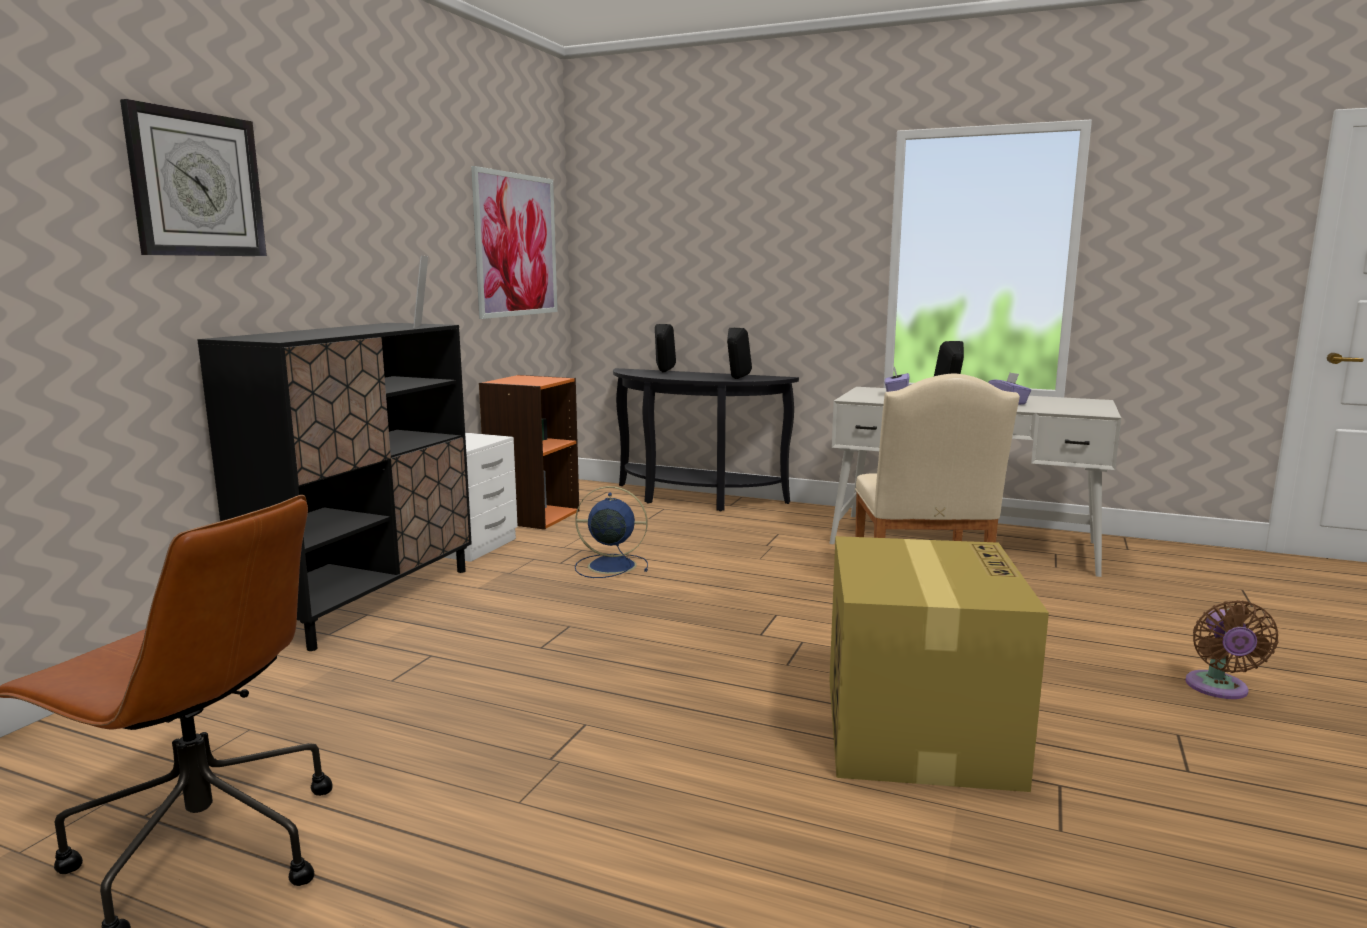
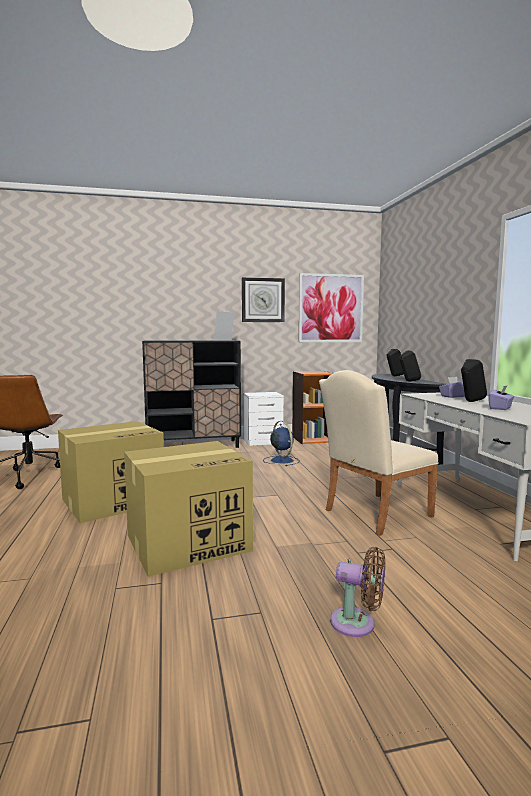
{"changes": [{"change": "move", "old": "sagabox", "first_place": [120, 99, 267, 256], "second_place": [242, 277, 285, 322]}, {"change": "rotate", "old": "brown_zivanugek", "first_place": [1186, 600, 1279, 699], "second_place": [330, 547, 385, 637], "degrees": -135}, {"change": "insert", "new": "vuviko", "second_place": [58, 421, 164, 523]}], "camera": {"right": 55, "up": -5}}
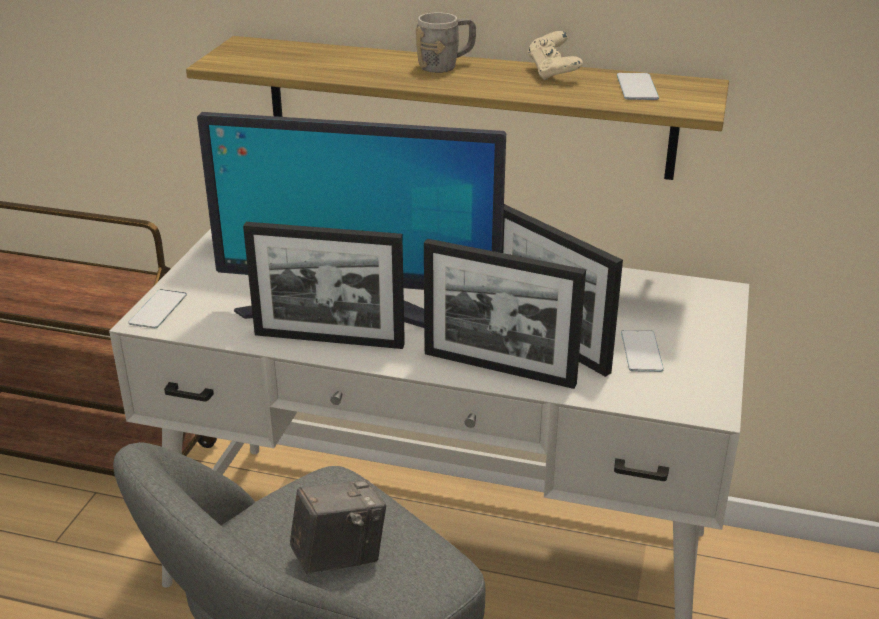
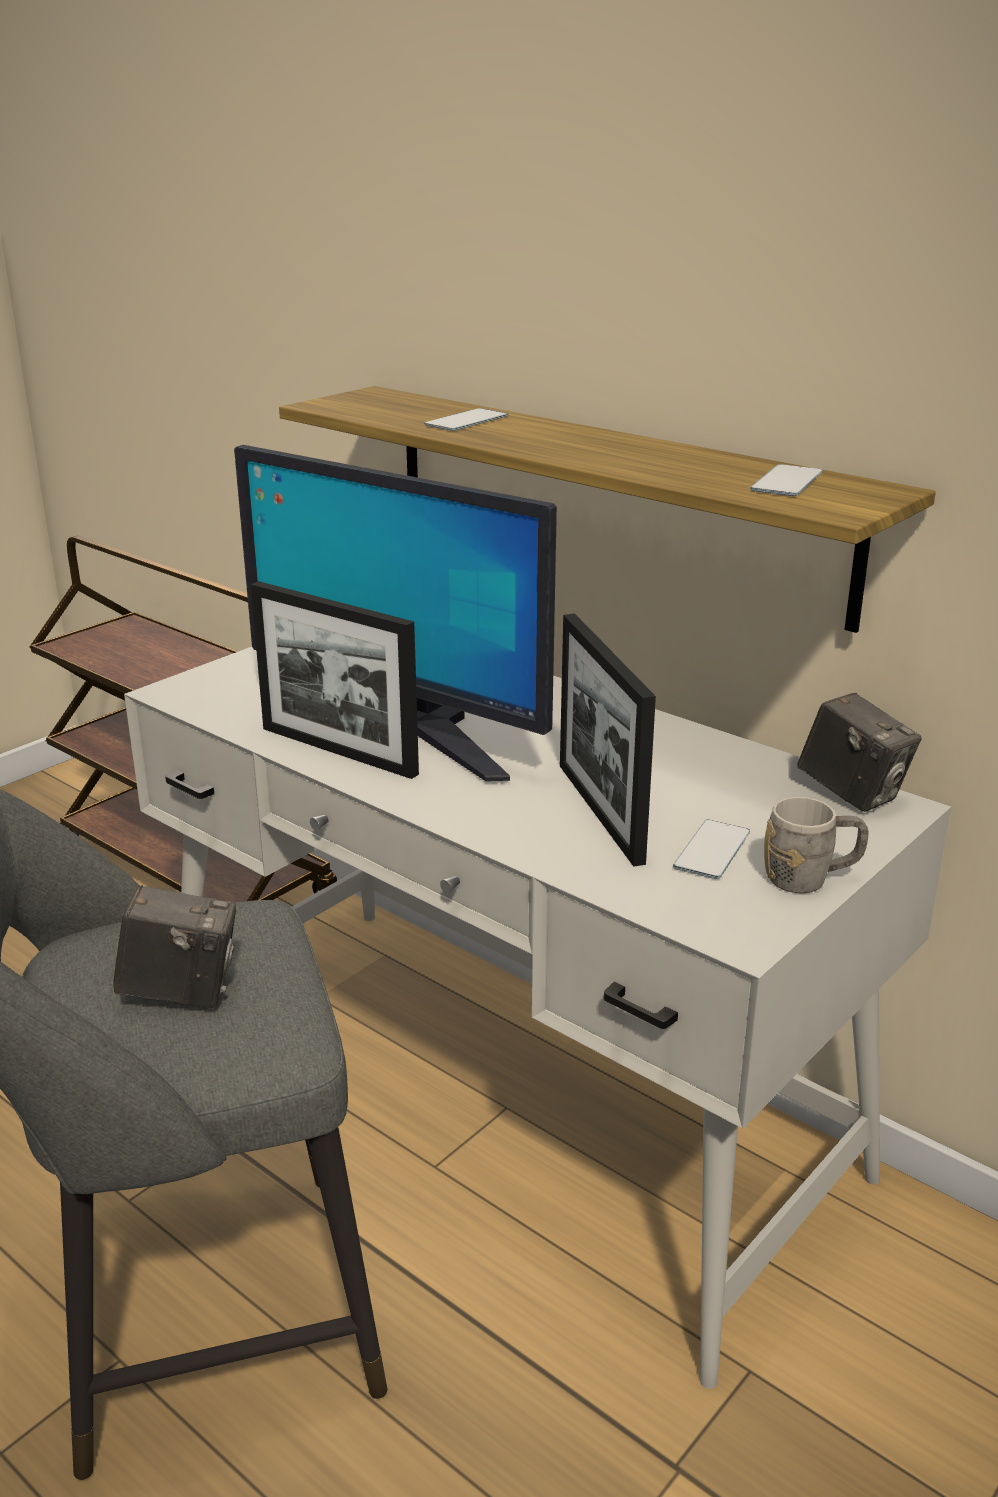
{"changes": [{"change": "move", "old": "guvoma", "first_place": [128, 289, 187, 328], "second_place": [424, 408, 509, 431]}, {"change": "move", "old": "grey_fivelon", "first_place": [416, 12, 476, 73], "second_place": [764, 797, 869, 893]}, {"change": "delete", "old": "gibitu", "first_place": [424, 239, 586, 389]}, {"change": "delete", "old": "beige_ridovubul", "first_place": [528, 31, 583, 80]}, {"change": "insert", "new": "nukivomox", "second_place": [797, 693, 922, 812]}], "camera": {"right": 25, "up": -5}}
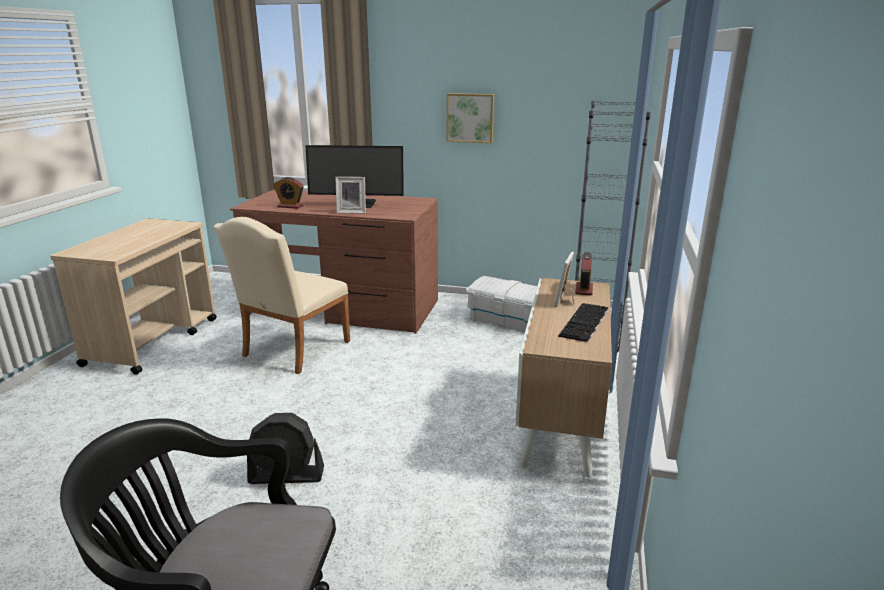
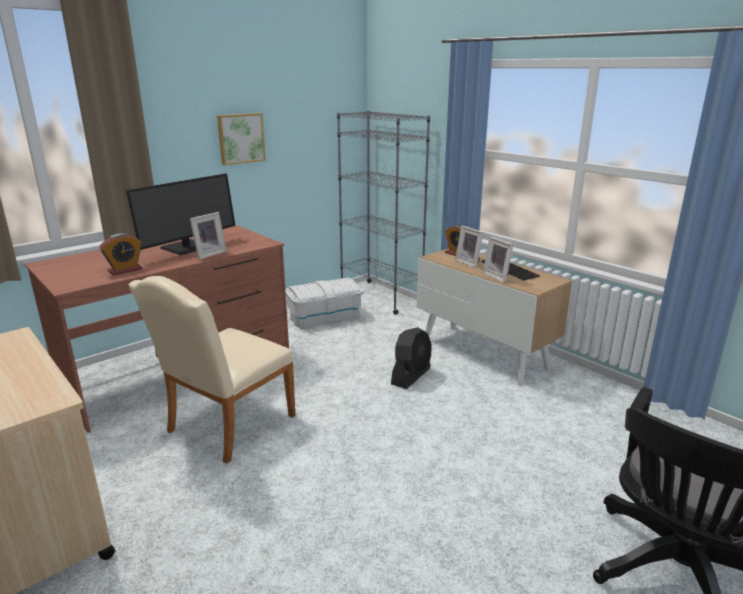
{"changes": [{"change": "rotate", "old": "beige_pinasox", "first_place": [213, 217, 350, 374], "second_place": [128, 276, 295, 464], "degrees": 60}, {"change": "move", "old": "black_zivanugek", "first_place": [247, 413, 324, 484], "second_place": [391, 327, 431, 389]}, {"change": "insert", "new": "gibitu", "second_place": [483, 237, 514, 283]}], "camera": {"right": -55, "up": 0}}
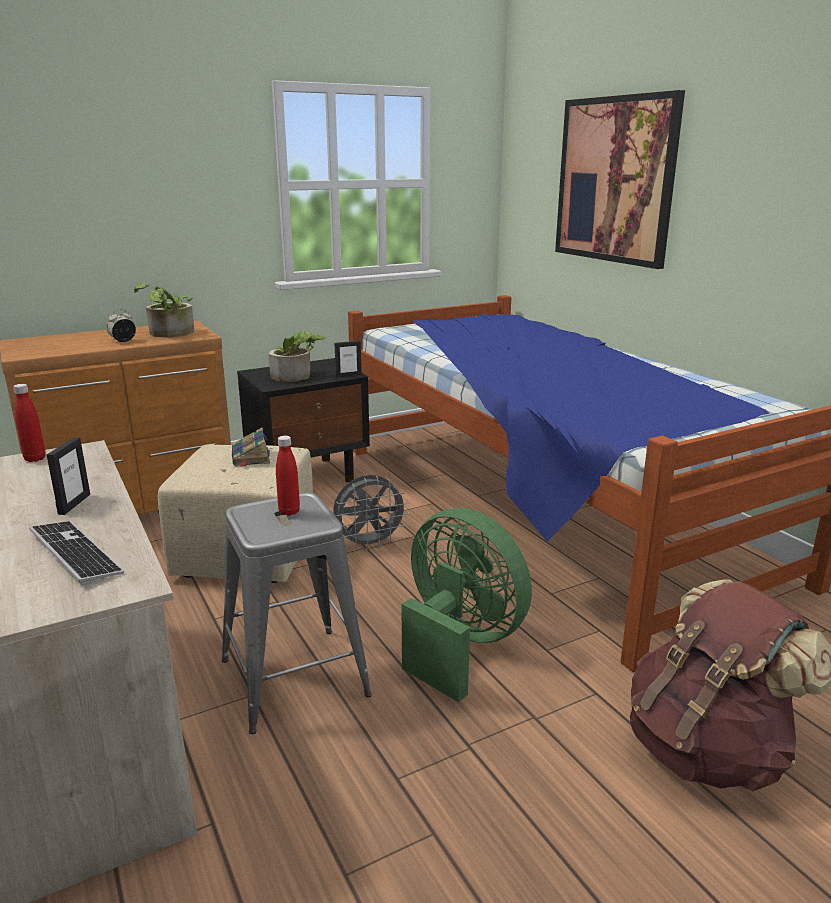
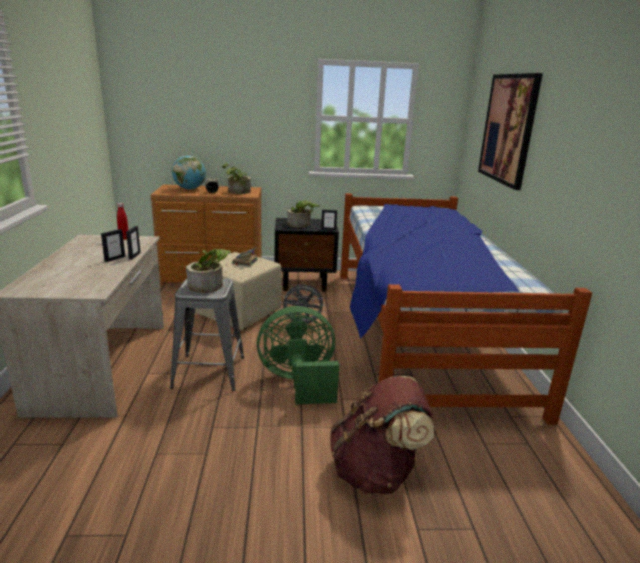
{"changes": [{"change": "delete", "old": "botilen", "first_place": [29, 521, 124, 585]}, {"change": "replace", "old": "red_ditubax", "new": "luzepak", "first_place": [276, 436, 300, 516], "second_place": [186, 249, 231, 293]}, {"change": "rotate", "old": "green_zivanugek", "first_place": [401, 508, 532, 702], "second_place": [257, 306, 339, 404], "degrees": -75}, {"change": "insert", "new": "gibitu", "second_place": [126, 226, 141, 260]}, {"change": "insert", "new": "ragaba", "second_place": [172, 155, 206, 190]}], "camera": {"right": 25, "up": 0}}
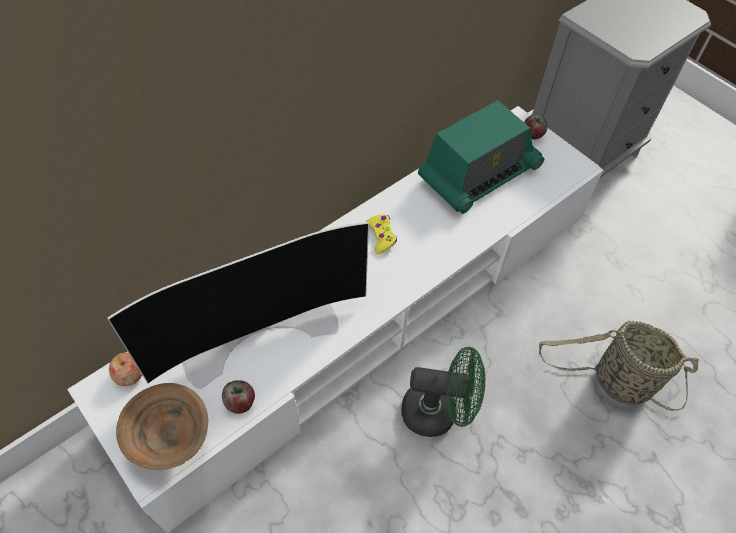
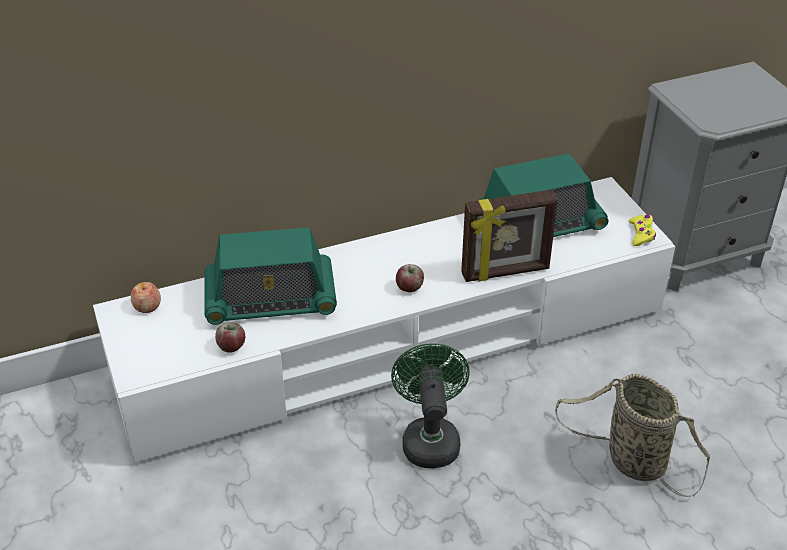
{"changes": [{"change": "replace", "old": "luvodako", "new": "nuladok", "first_place": [108, 222, 369, 389], "second_place": [204, 227, 337, 325]}, {"change": "delete", "old": "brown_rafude", "first_place": [116, 383, 208, 470]}, {"change": "move", "old": "yellow_ridovubul", "first_place": [366, 214, 397, 254], "second_place": [628, 215, 656, 246]}, {"change": "rotate", "old": "green_zivanugek", "first_place": [402, 347, 485, 437], "second_place": [391, 343, 470, 468], "degrees": -120}, {"change": "move", "old": "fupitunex", "first_place": [524, 115, 548, 139], "second_place": [396, 264, 424, 292]}, {"change": "insert", "new": "gibitu", "second_place": [461, 190, 558, 282]}], "camera": {"right": 20, "up": -15}}
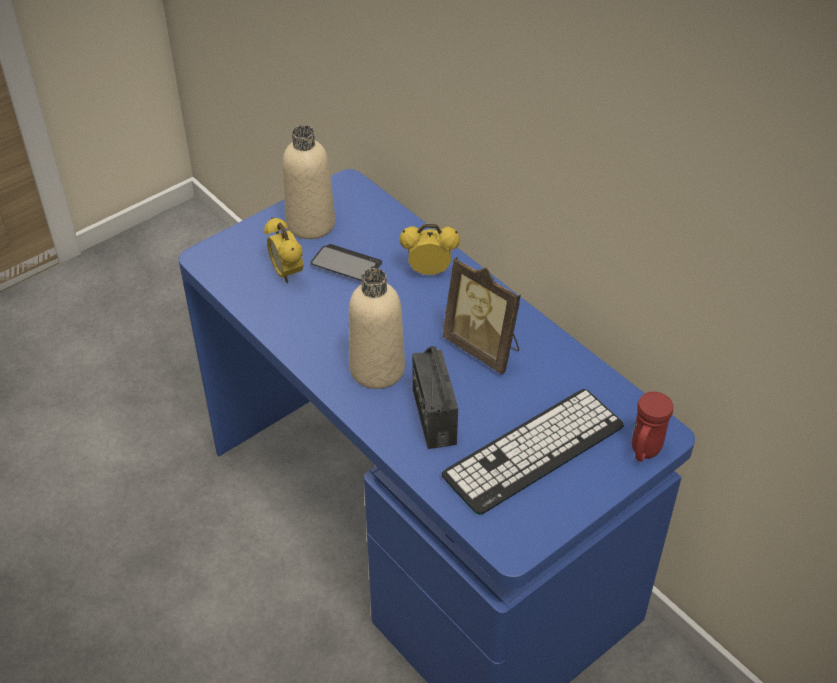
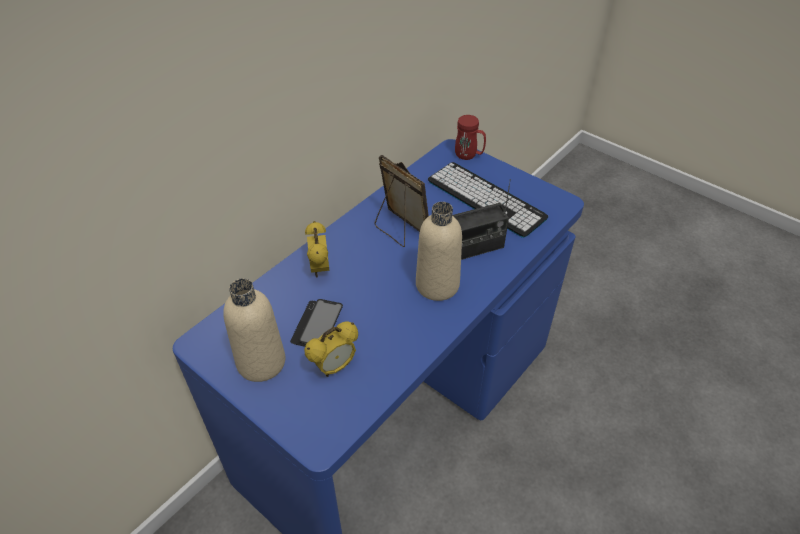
{"changes": [{"change": "rotate", "old": "gibitu", "first_place": [442, 257, 521, 374], "second_place": [374, 155, 429, 247], "degrees": -75}], "camera": {"right": -100, "up": 0}}
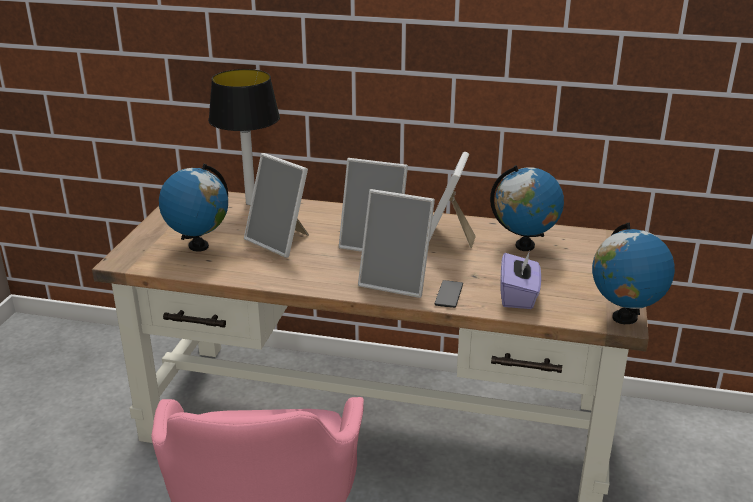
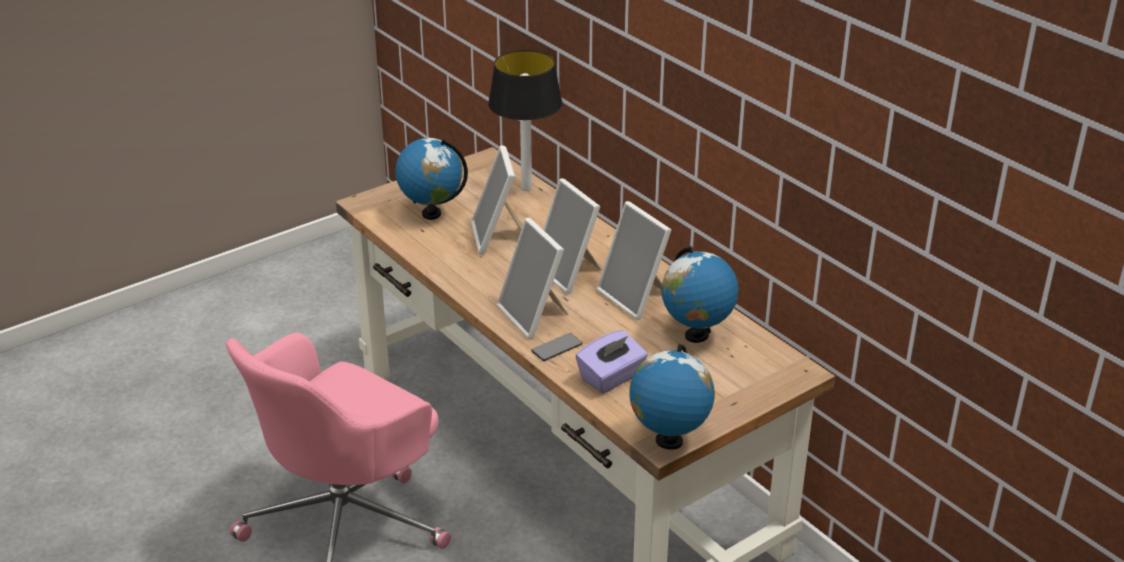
{"changes": [{"change": "rotate", "old": "gibitu", "first_place": [429, 152, 476, 249], "second_place": [597, 201, 672, 320], "degrees": -90}], "camera": {"right": 40, "up": 5}}
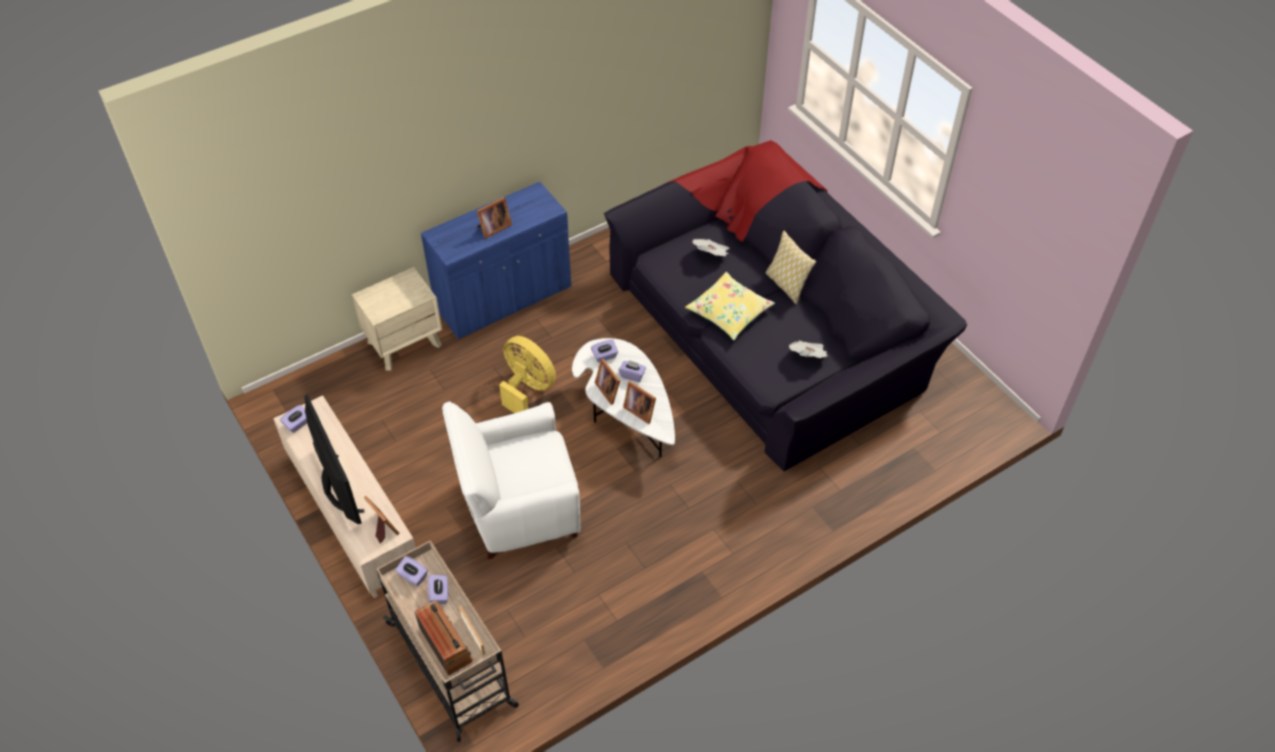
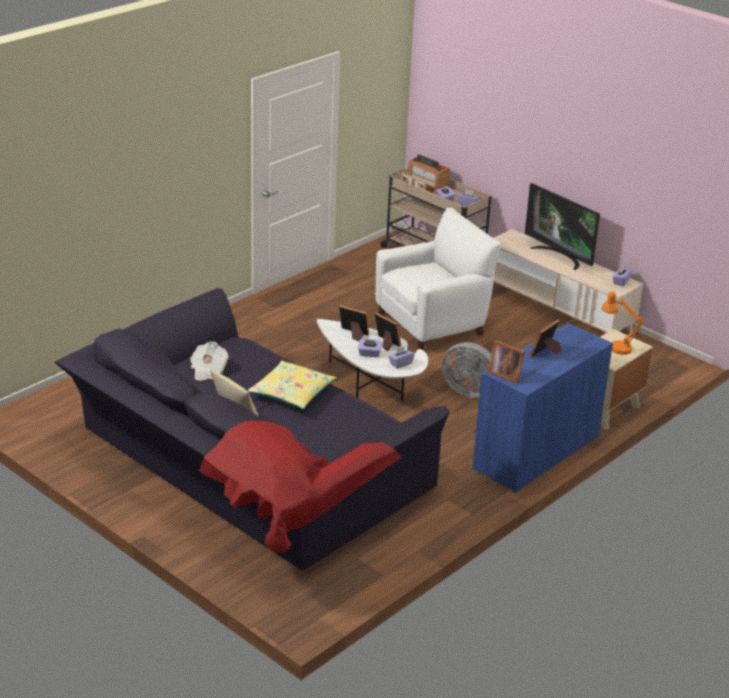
{"changes": [{"change": "move", "old": "gibitu", "first_place": [364, 496, 399, 544], "second_place": [487, 341, 525, 384]}, {"change": "recolor", "old": "yellow_zivanugek", "new": "grey_zivanugek", "first_place": [499, 336, 556, 413], "second_place": [442, 342, 491, 398]}, {"change": "delete", "old": "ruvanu", "first_place": [692, 239, 729, 256]}, {"change": "insert", "new": "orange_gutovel", "second_place": [602, 292, 644, 355]}], "camera": {"right": 165, "up": -20}}
